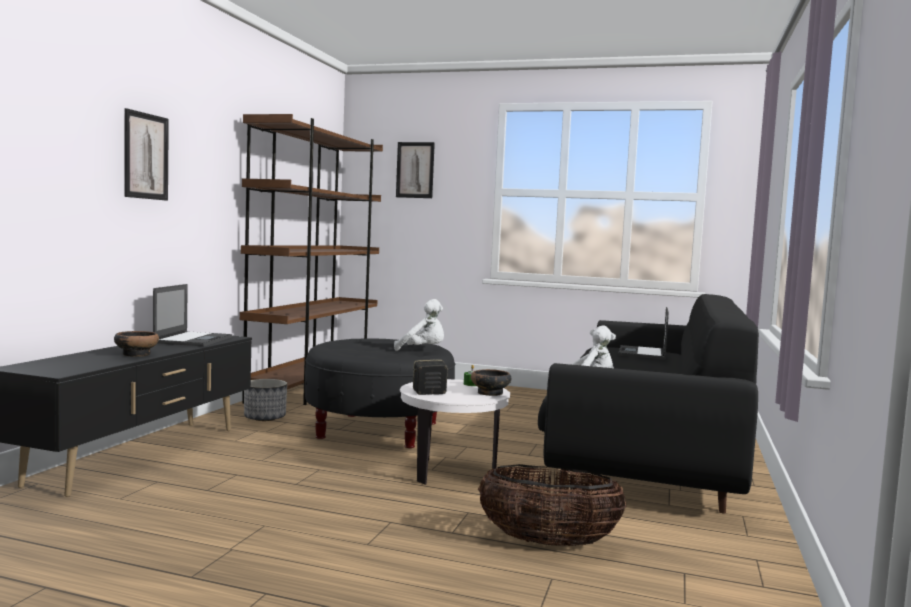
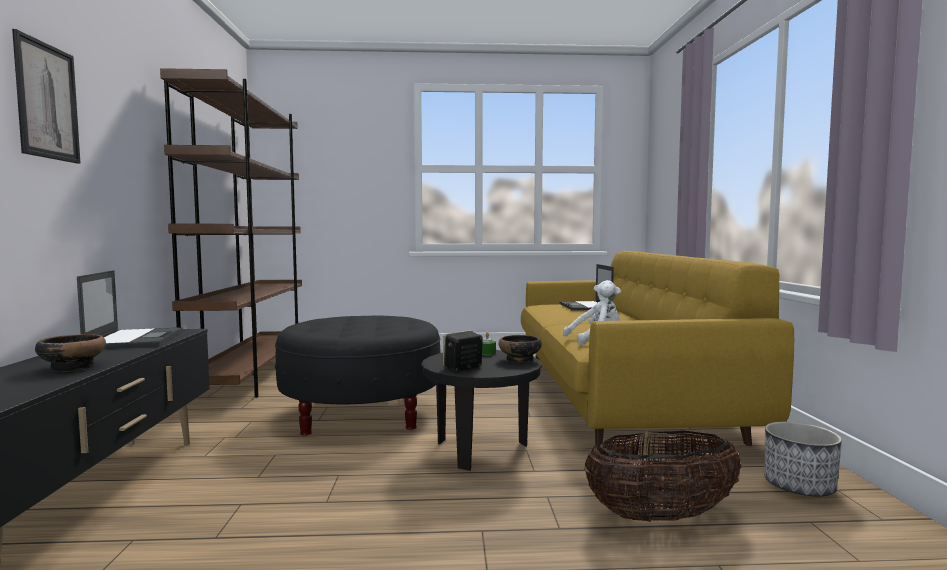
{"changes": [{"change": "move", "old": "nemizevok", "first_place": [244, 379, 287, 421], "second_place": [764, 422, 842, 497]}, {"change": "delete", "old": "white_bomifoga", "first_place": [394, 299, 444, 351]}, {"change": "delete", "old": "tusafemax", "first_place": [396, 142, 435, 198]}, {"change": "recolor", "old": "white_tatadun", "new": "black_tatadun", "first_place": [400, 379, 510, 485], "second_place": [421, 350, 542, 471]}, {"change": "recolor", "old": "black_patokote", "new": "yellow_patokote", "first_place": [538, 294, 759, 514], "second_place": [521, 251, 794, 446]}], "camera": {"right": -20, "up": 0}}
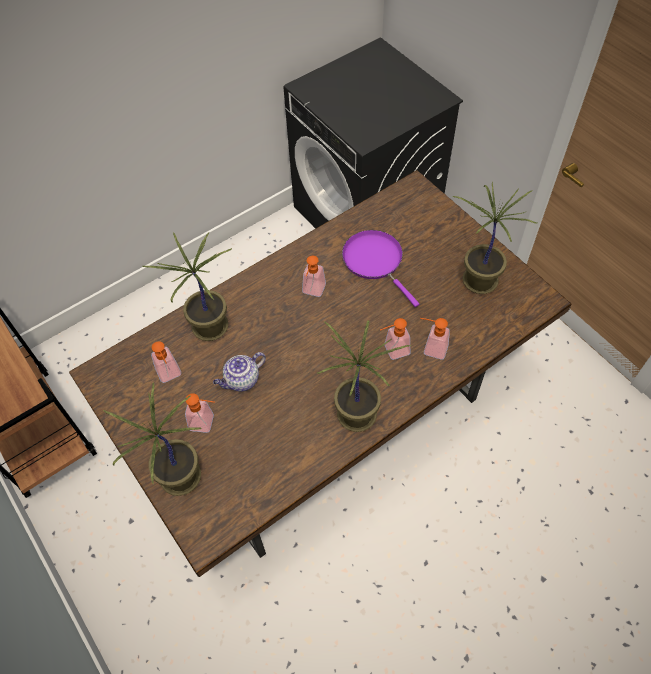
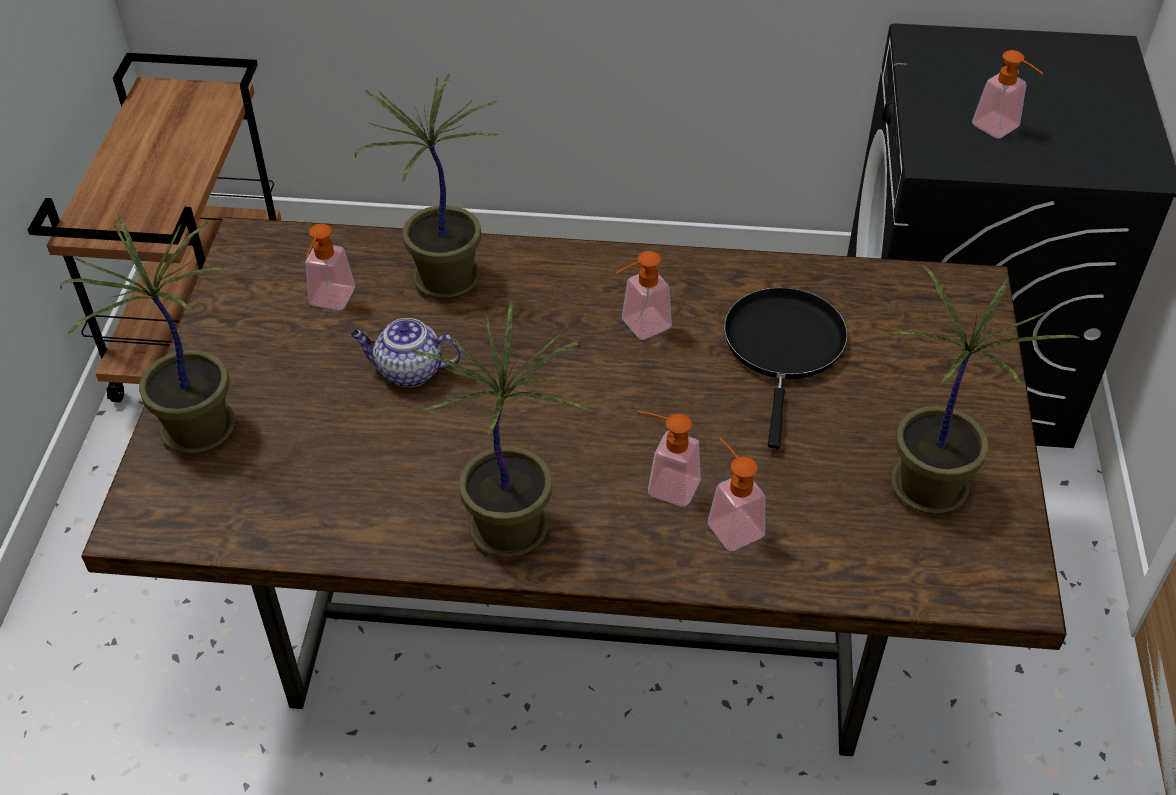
{"changes": [{"change": "move", "old": "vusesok", "first_place": [185, 393, 215, 433], "second_place": [972, 50, 1043, 139]}, {"change": "recolor", "old": "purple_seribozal", "new": "black_seribozal", "first_place": [342, 230, 419, 307], "second_place": [724, 287, 848, 449]}], "camera": {"right": 40, "up": -10}}
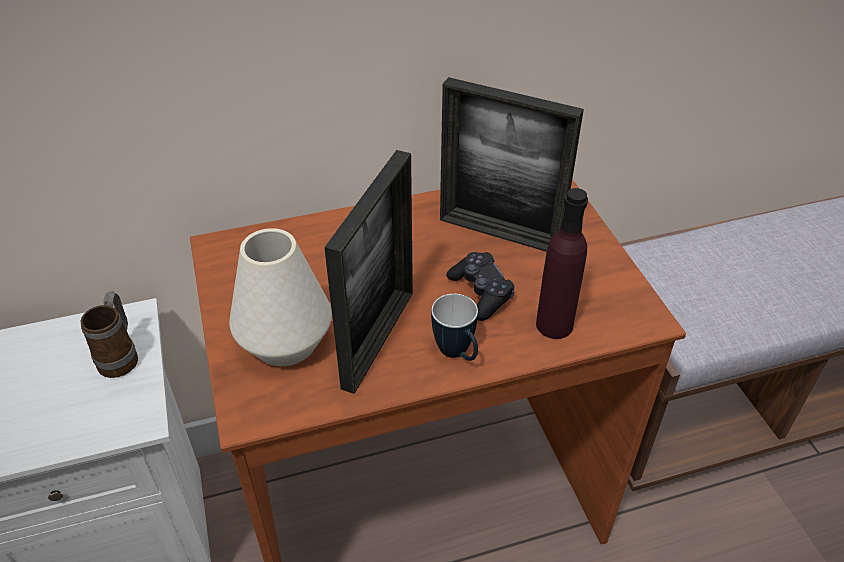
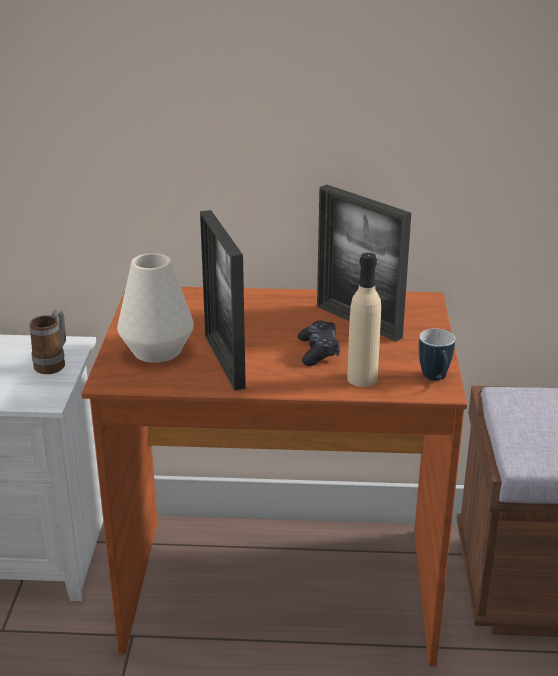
{"changes": [{"change": "rotate", "old": "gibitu", "first_place": [324, 150, 413, 394], "second_place": [200, 210, 246, 390], "degrees": 120}, {"change": "move", "old": "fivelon", "first_place": [431, 294, 478, 361], "second_place": [419, 329, 455, 381]}, {"change": "recolor", "old": "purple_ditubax", "new": "beige_ditubax", "first_place": [536, 188, 588, 339], "second_place": [347, 253, 381, 387]}], "camera": {"right": 20, "up": -15}}
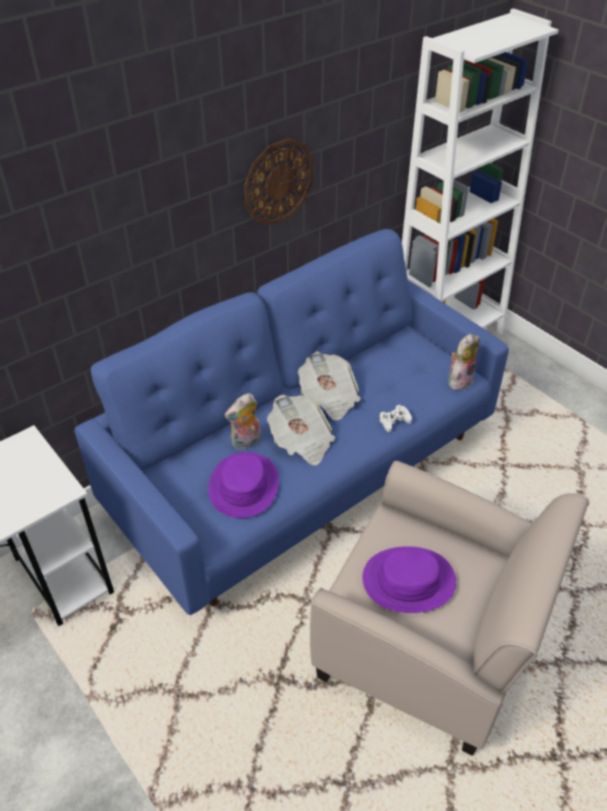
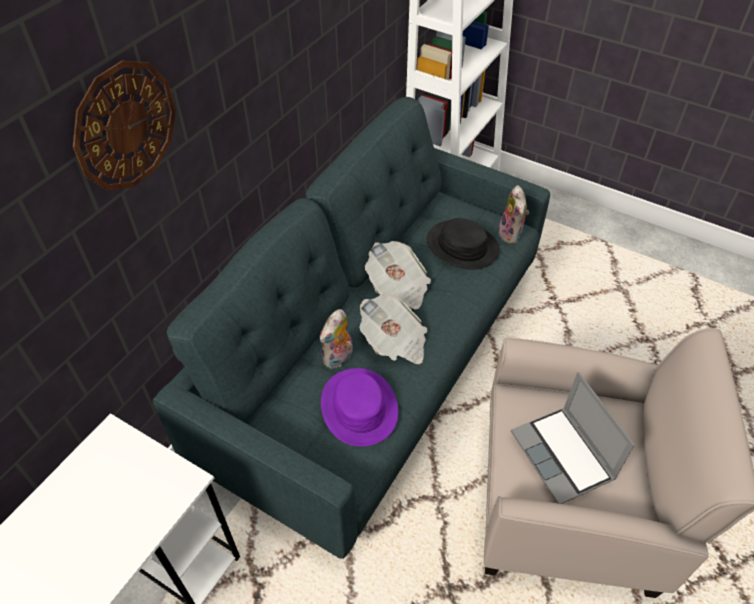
{"changes": [{"change": "recolor", "old": "blue_patokote", "new": "grey_patokote", "first_place": [74, 229, 509, 615], "second_place": [153, 97, 550, 559]}, {"change": "move", "old": "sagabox", "first_place": [244, 139, 314, 225], "second_place": [73, 61, 176, 191]}, {"change": "replace", "old": "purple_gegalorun", "new": "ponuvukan", "first_place": [363, 546, 456, 613], "second_place": [511, 372, 635, 504]}, {"change": "delete", "old": "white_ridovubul", "first_place": [379, 405, 412, 432]}, {"change": "rotate", "old": "bomifoga", "first_place": [448, 334, 480, 390], "second_place": [498, 186, 529, 244], "degrees": 150}, {"change": "insert", "new": "black_gegalorun", "second_place": [427, 218, 500, 270]}], "camera": {"right": -20, "up": 5}}
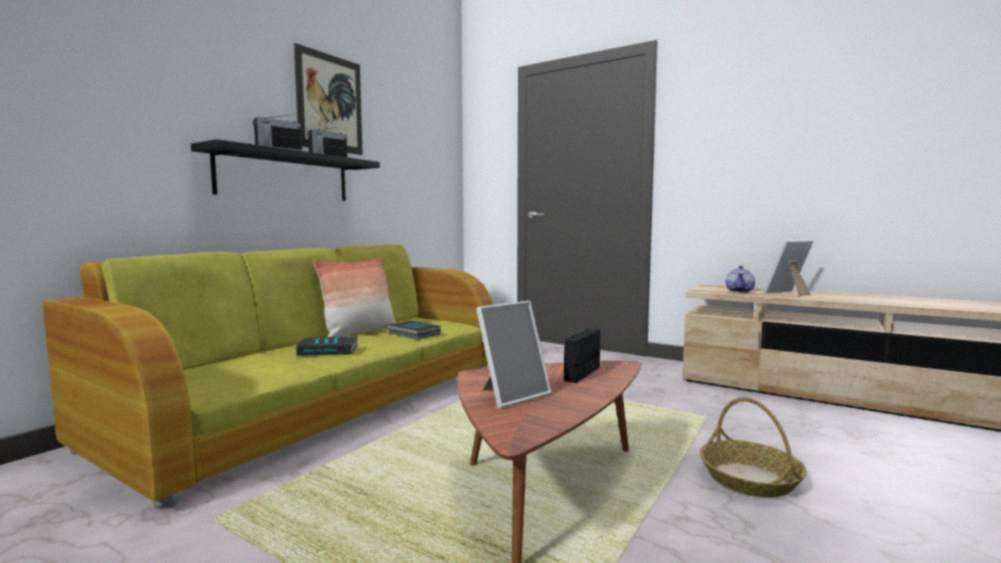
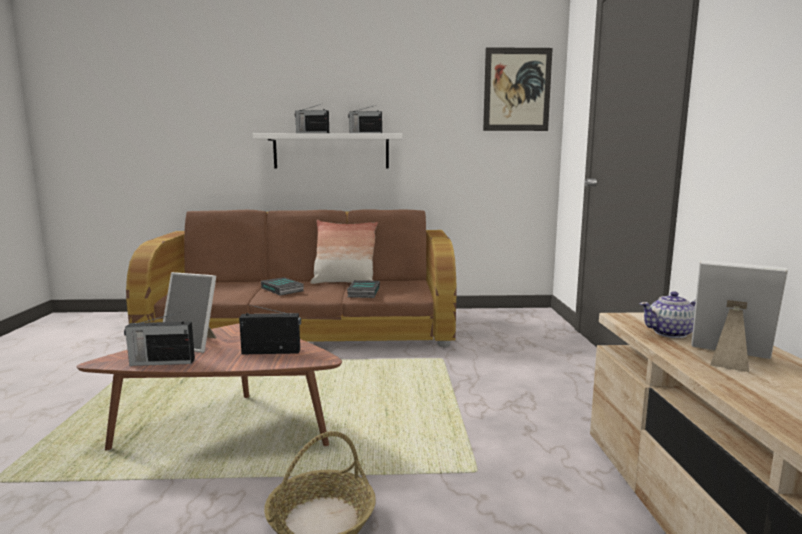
{"changes": [{"change": "recolor", "old": "green_patokote", "new": "brown_patokote", "first_place": [43, 244, 493, 508], "second_place": [126, 209, 456, 348]}, {"change": "recolor", "old": "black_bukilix", "new": "white_bukilix", "first_place": [191, 139, 380, 201], "second_place": [253, 133, 402, 169]}, {"change": "move", "old": "tusafemax", "first_place": [294, 43, 363, 155], "second_place": [483, 47, 553, 131]}, {"change": "insert", "new": "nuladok", "second_place": [124, 312, 195, 366]}], "camera": {"right": 55, "up": 5}}
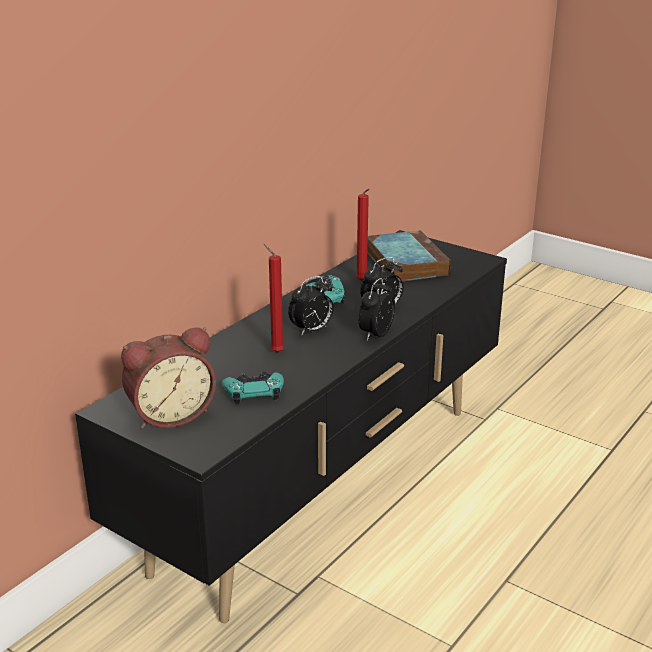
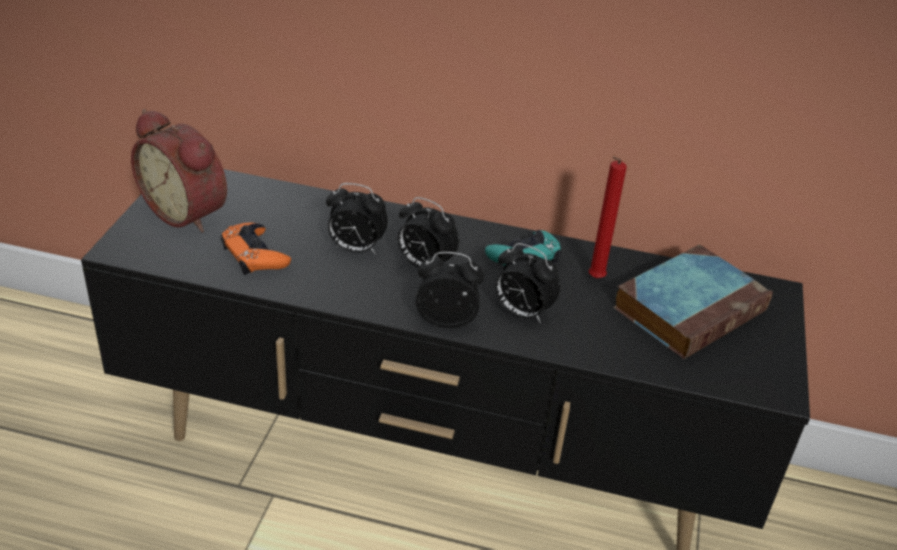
{"changes": [{"change": "recolor", "old": "turquoise_ridovubul", "new": "orange_ridovubul", "first_place": [222, 371, 284, 404], "second_place": [221, 223, 291, 275]}, {"change": "replace", "old": "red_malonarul", "new": "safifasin", "first_place": [264, 244, 285, 353], "second_place": [326, 183, 388, 254]}], "camera": {"right": 65, "up": 10}}
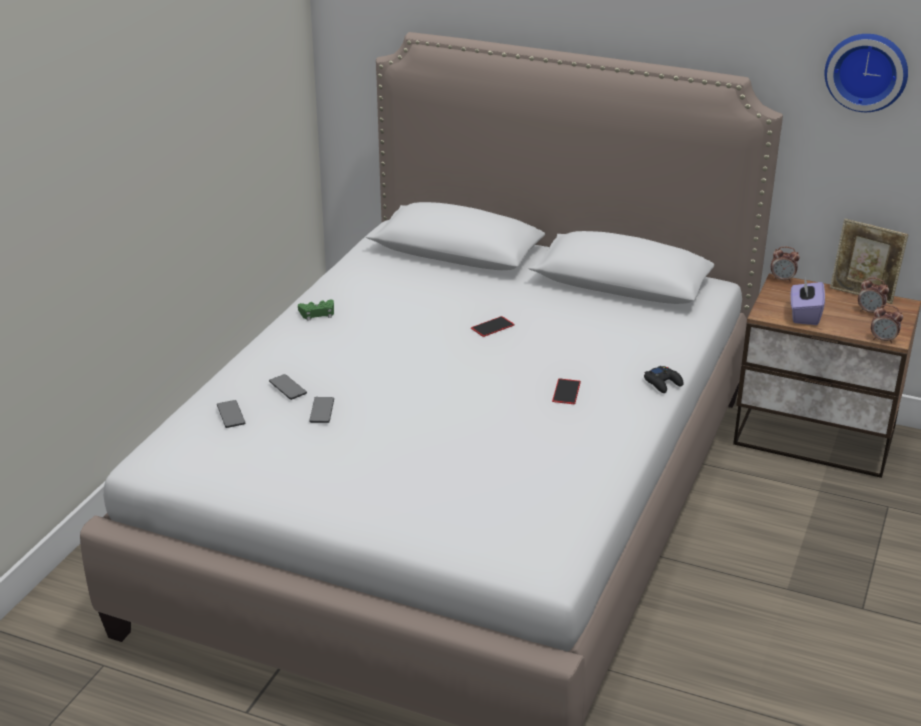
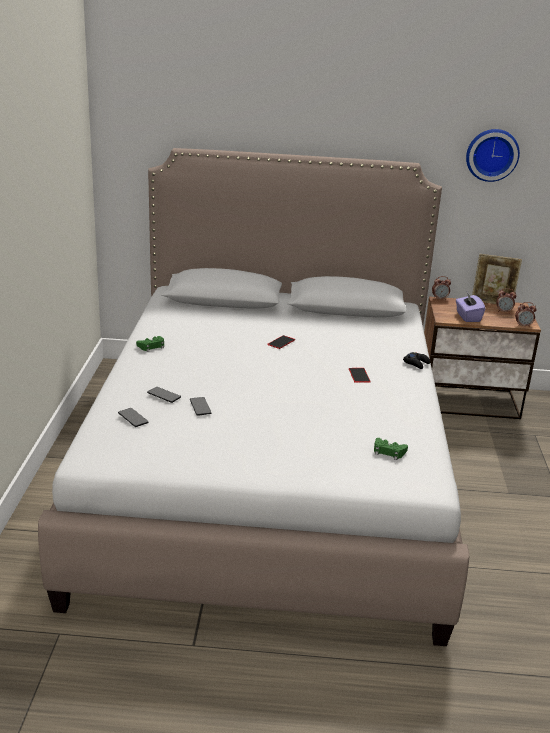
{"changes": [{"change": "insert", "new": "green_ridovubul", "second_place": [374, 438, 408, 460]}], "camera": {"right": -20, "up": -5}}
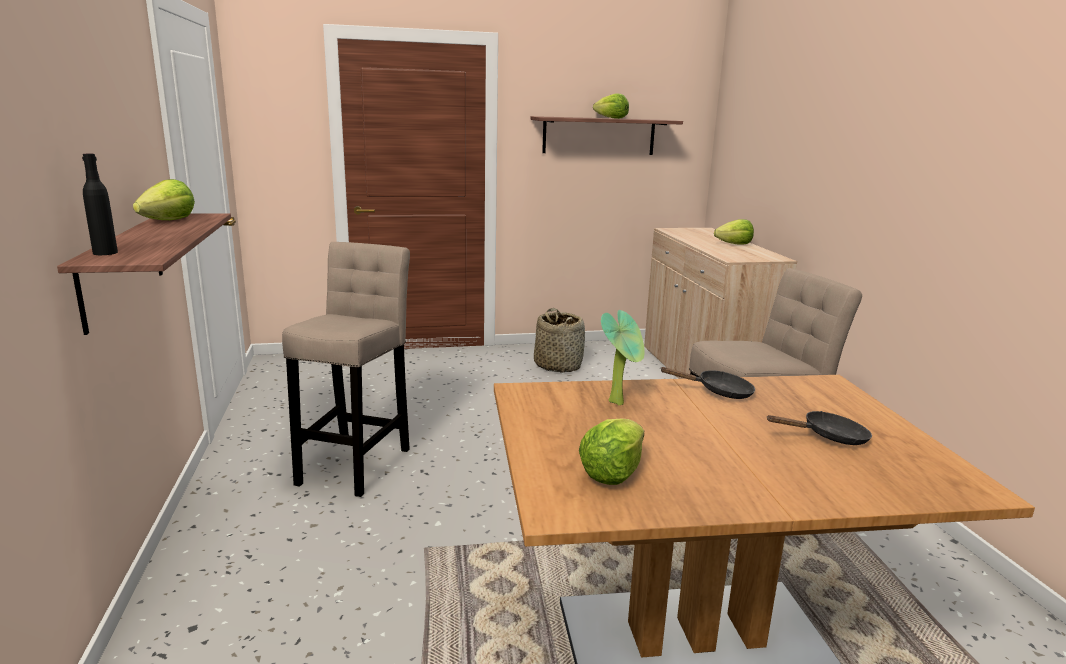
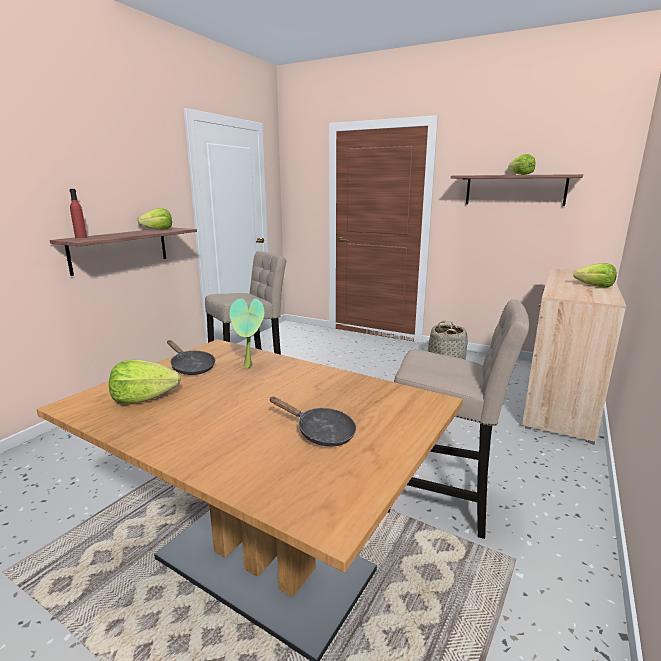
{"changes": [{"change": "recolor", "old": "black_ditubax", "new": "red_ditubax", "first_place": [82, 154, 118, 255], "second_place": [69, 189, 87, 238]}, {"change": "move", "old": "black_seribozal", "first_place": [661, 367, 755, 399], "second_place": [167, 340, 215, 375]}], "camera": {"right": 40, "up": 0}}
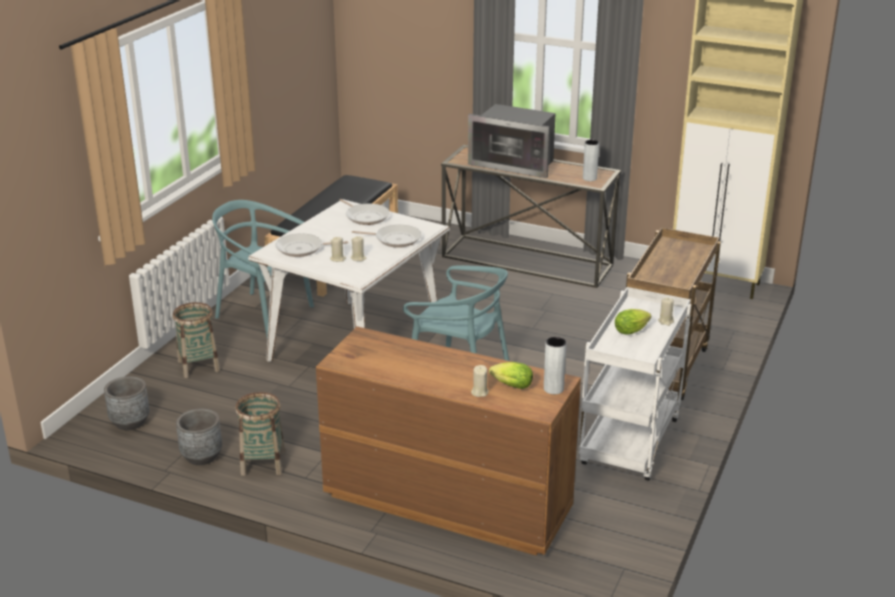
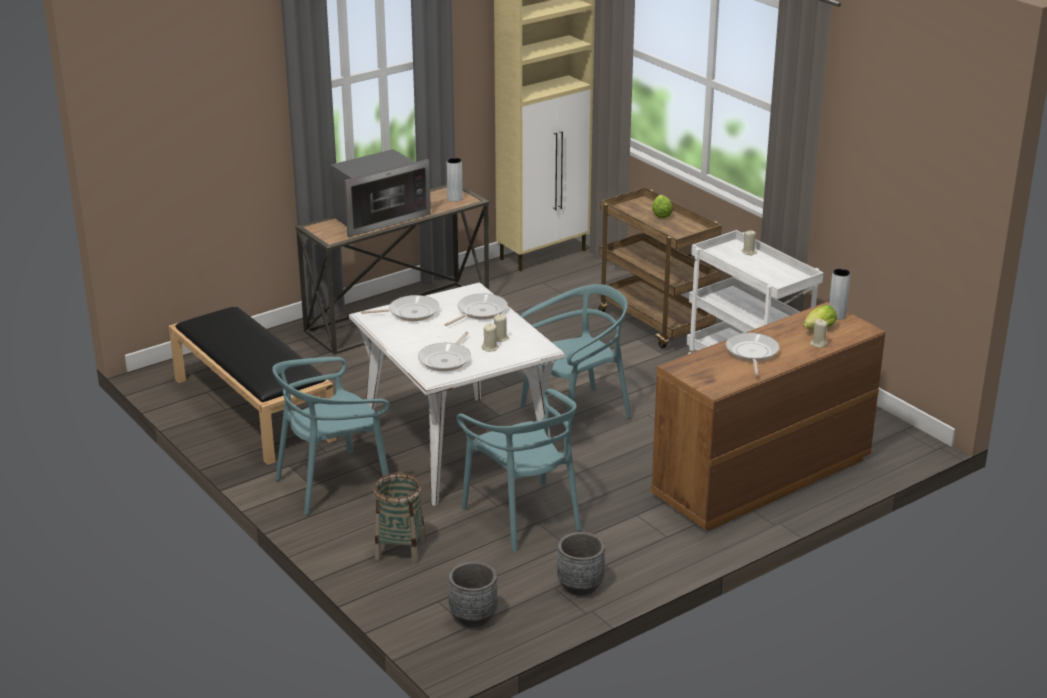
{"changes": [{"change": "delete", "old": "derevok", "first_place": [235, 392, 285, 476]}, {"change": "move", "old": "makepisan", "first_place": [615, 309, 651, 335], "second_place": [652, 195, 672, 219]}, {"change": "insert", "new": "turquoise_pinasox", "second_place": [456, 389, 581, 552]}, {"change": "insert", "new": "seribozal", "second_place": [726, 333, 779, 376]}], "camera": {"right": -60, "up": 0}}
